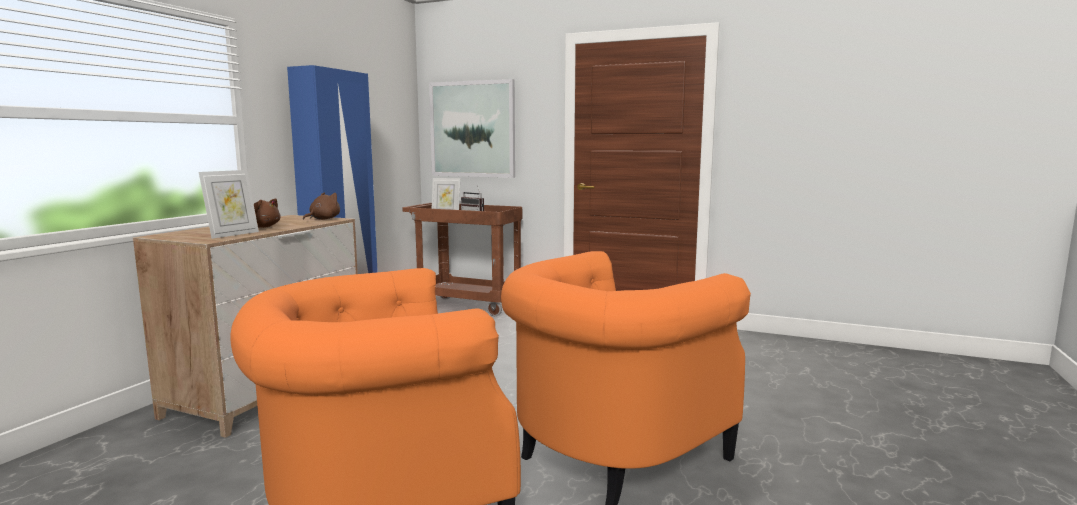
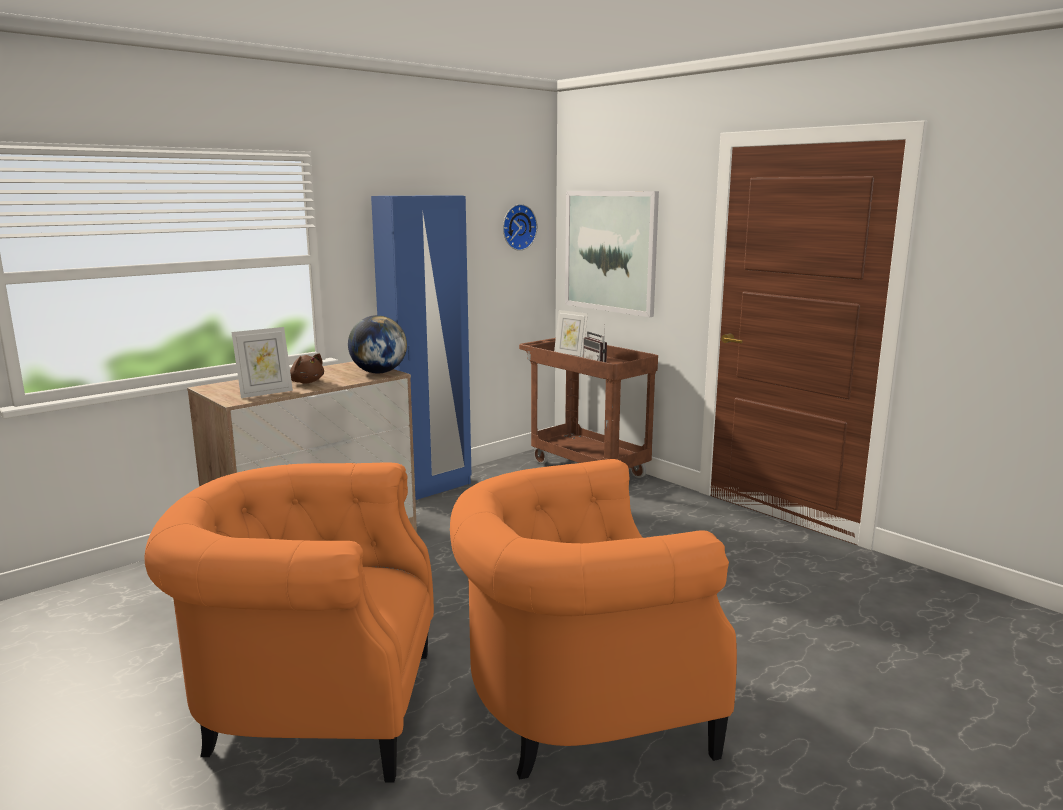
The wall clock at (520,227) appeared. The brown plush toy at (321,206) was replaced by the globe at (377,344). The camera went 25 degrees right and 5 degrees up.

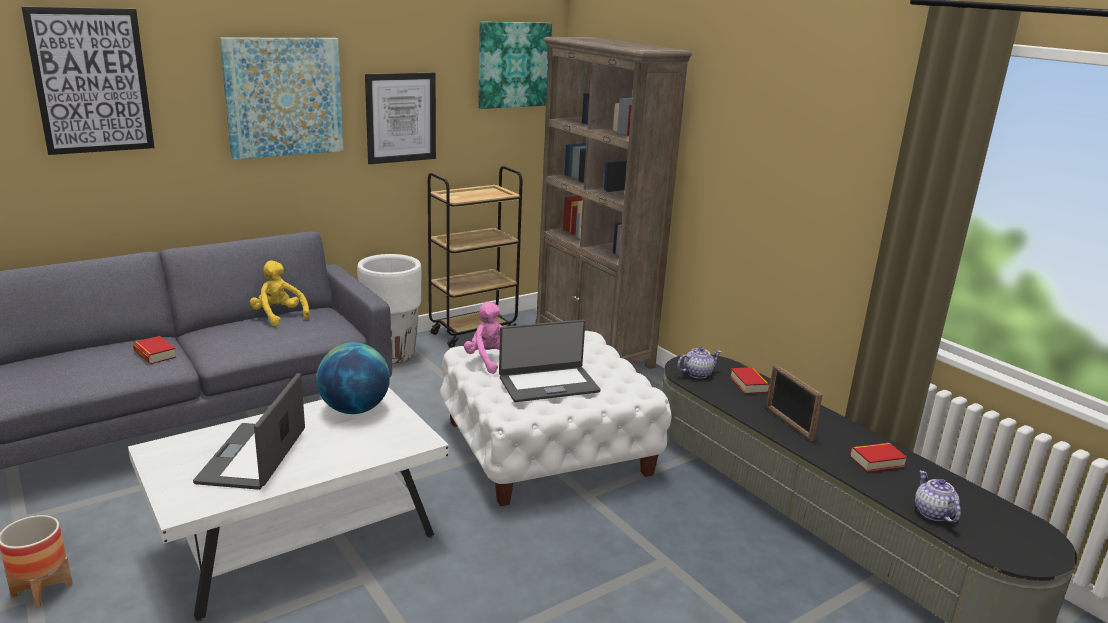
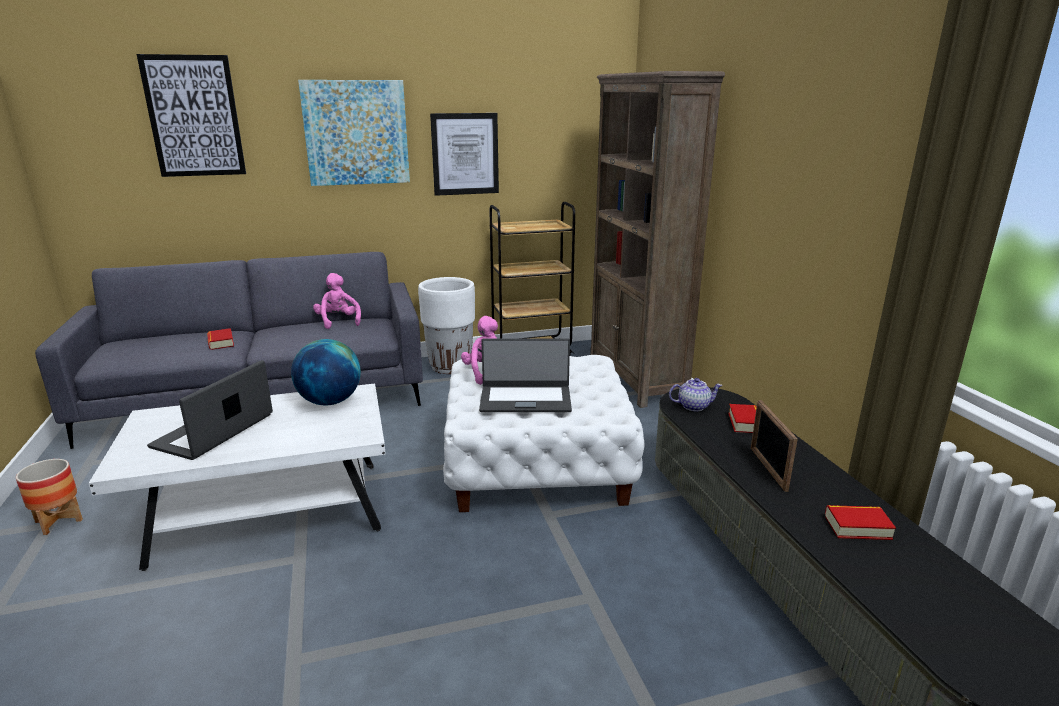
The picture at (515,65) disappeared. The teapot at (938,497) disappeared. The yellow plush toy at (280,293) became the pink plush toy at (337,301). The camera went 20 degrees right and 0 degrees up.

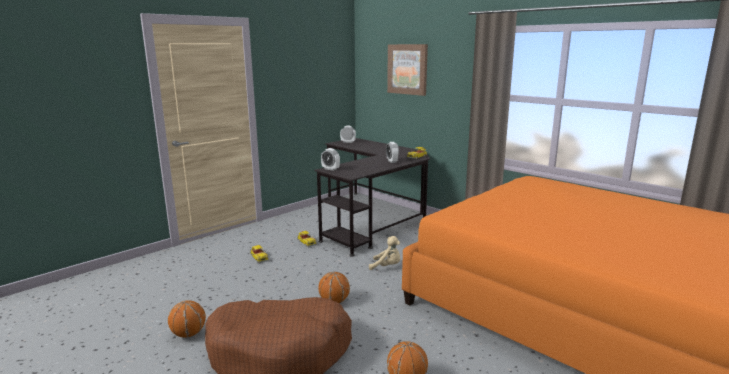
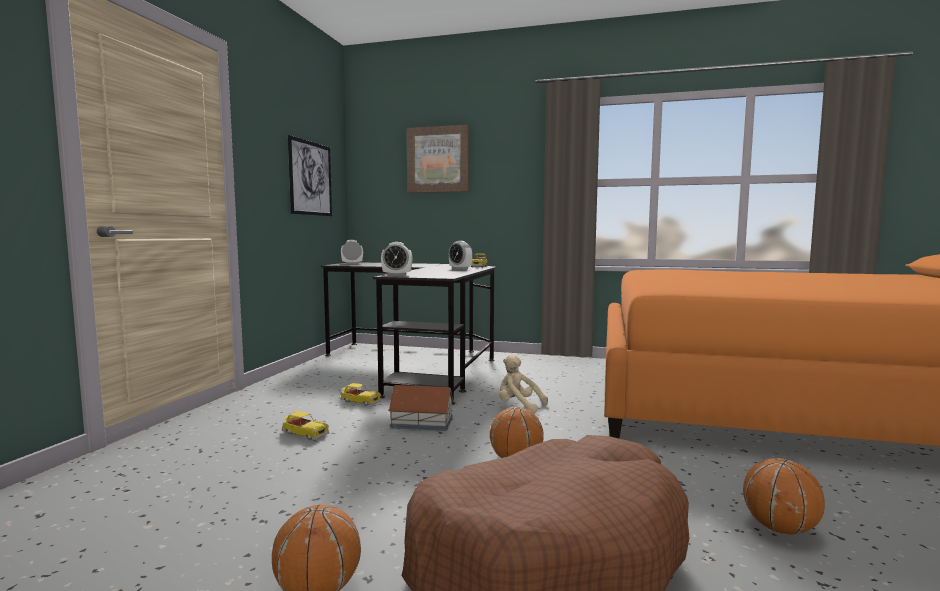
The picture at (310,175) appeared. The toy house at (421,408) appeared. The beige plush toy at (384,253) turned 135 degrees counterclockwise. The camera went 30 degrees left and 10 degrees down.

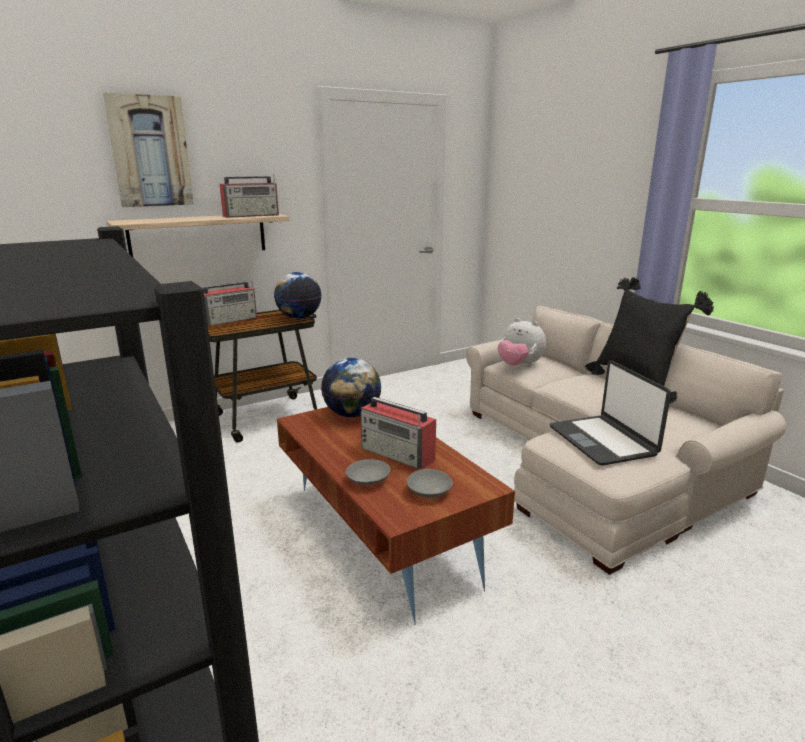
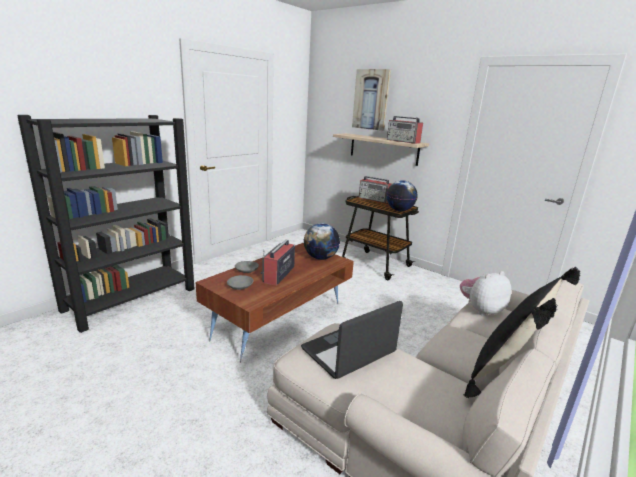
The plush toy at (522,342) turned 45 degrees clockwise. The camera went 70 degrees right and 0 degrees up.

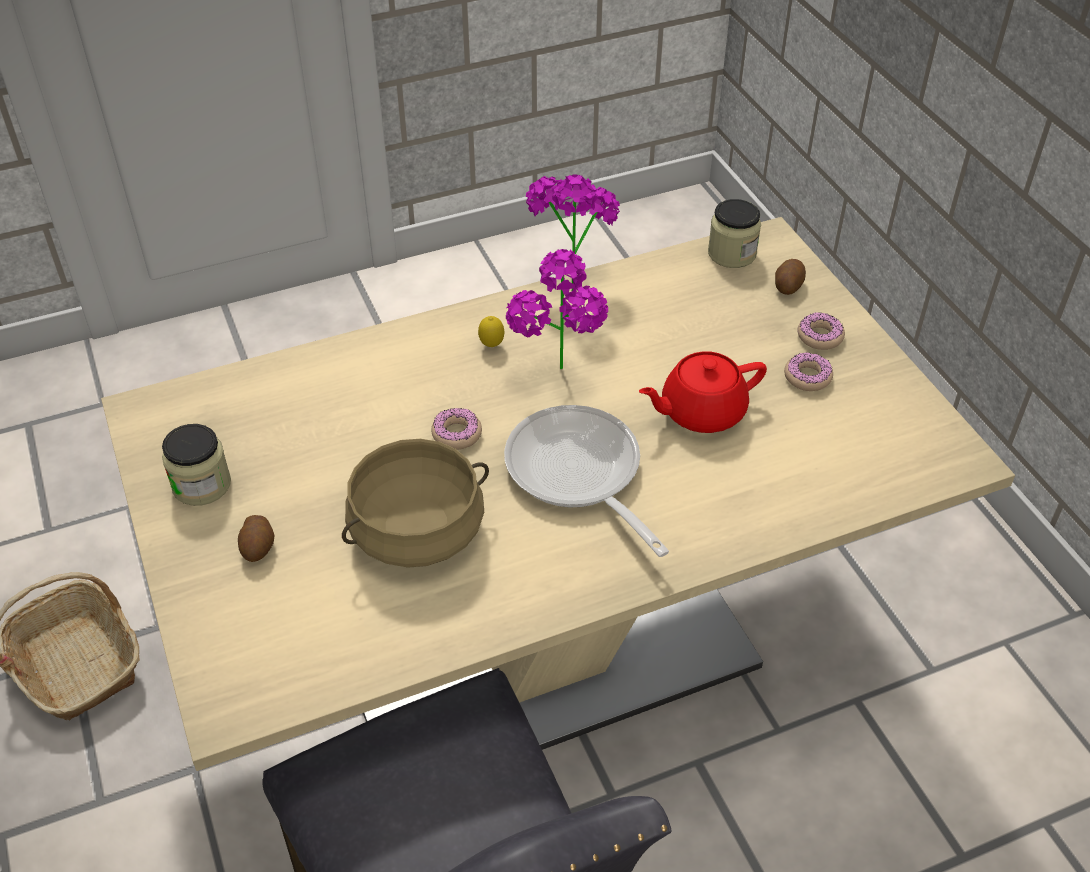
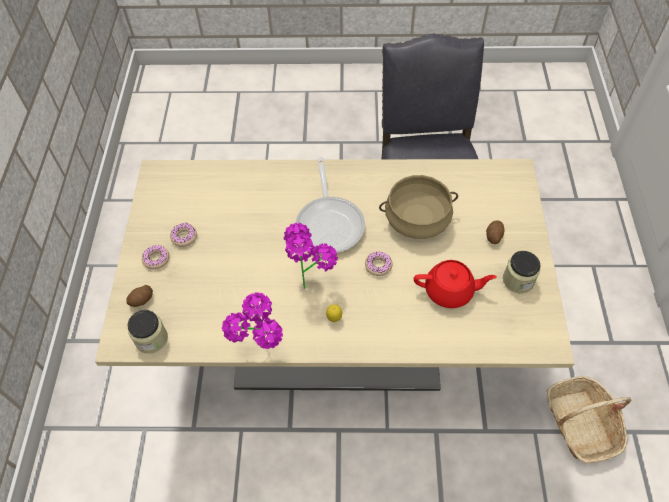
The red teapot moved from (703,392) to (455,284). The camera went 155 degrees left and 10 degrees up.

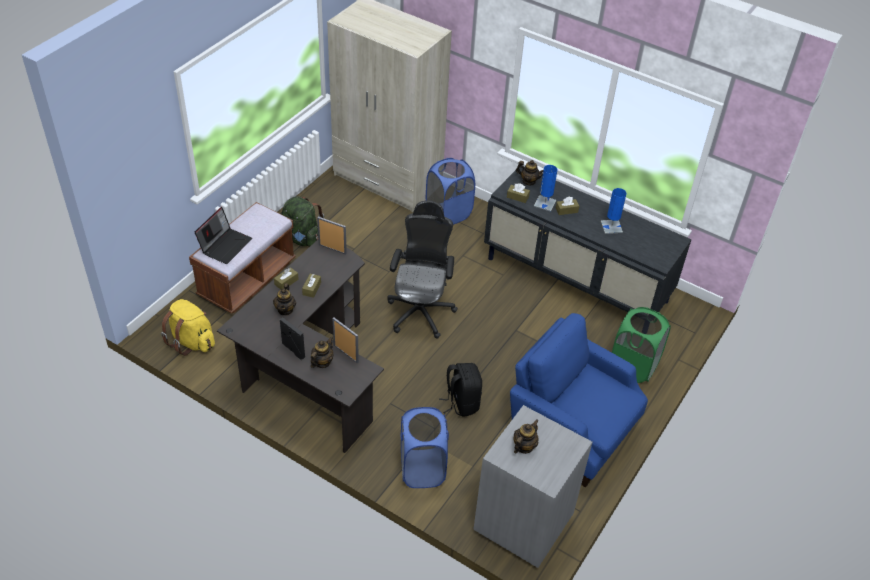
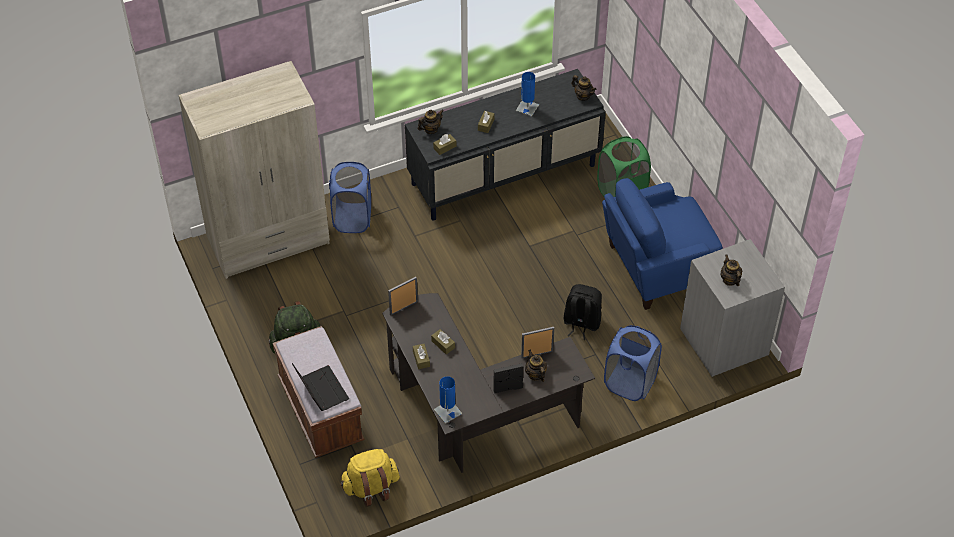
The office chair at (422,269) disappeared. The teapot moved from (284,299) to (583,88). The blue table lamp moved from (546,188) to (448,400). The camera went 55 degrees left and 5 degrees up.

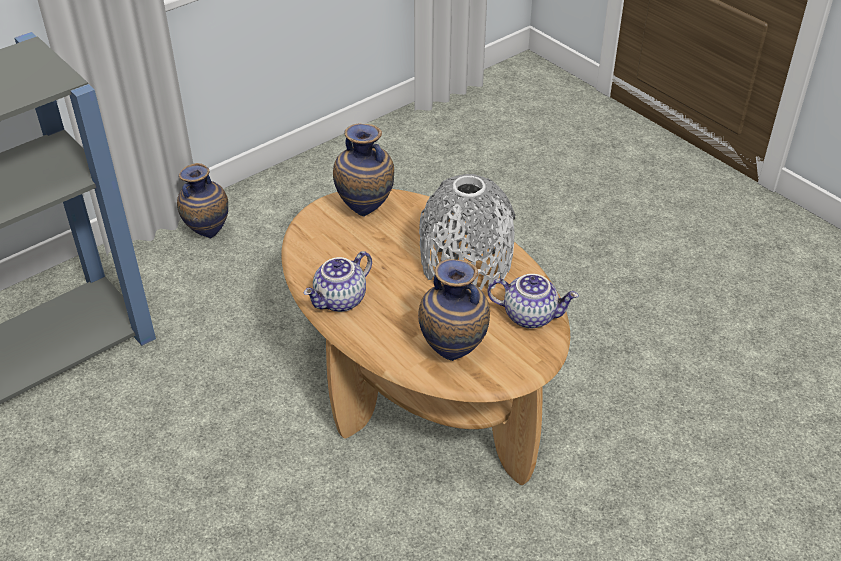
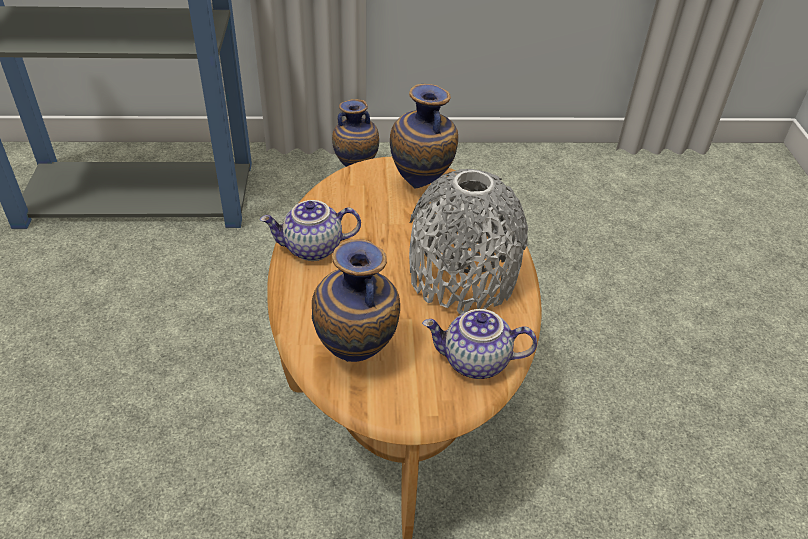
The teapot at (533,301) turned 135 degrees clockwise. The camera went 35 degrees right and 0 degrees up.

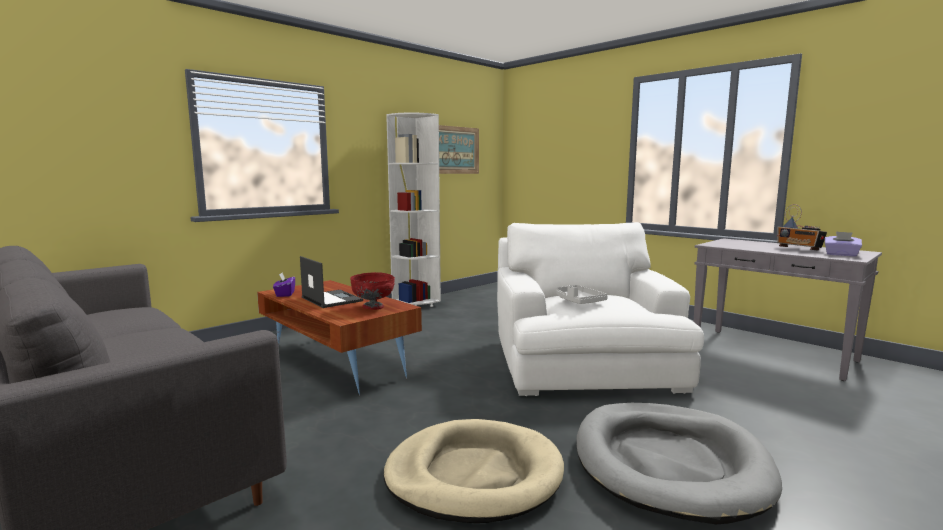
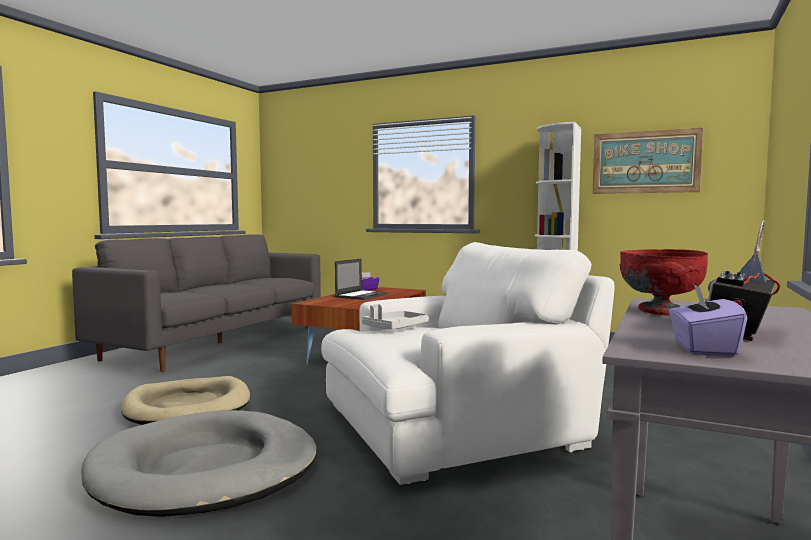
The red bowl moved from (372,291) to (664,282). The camera went 70 degrees right and 5 degrees down.

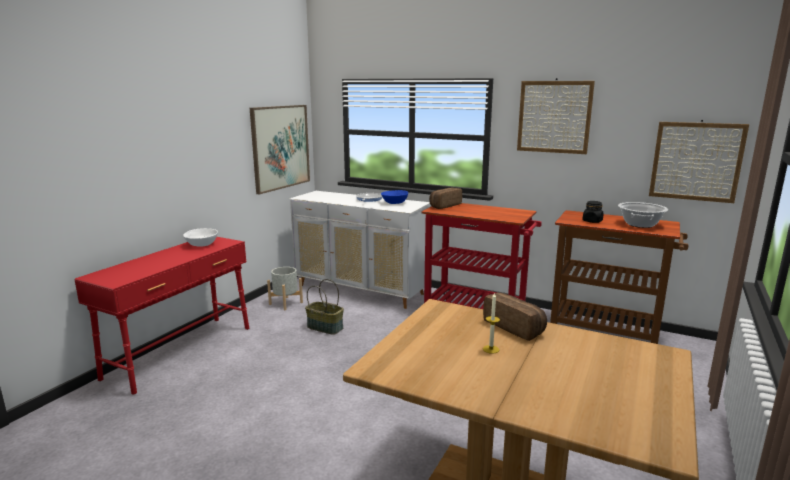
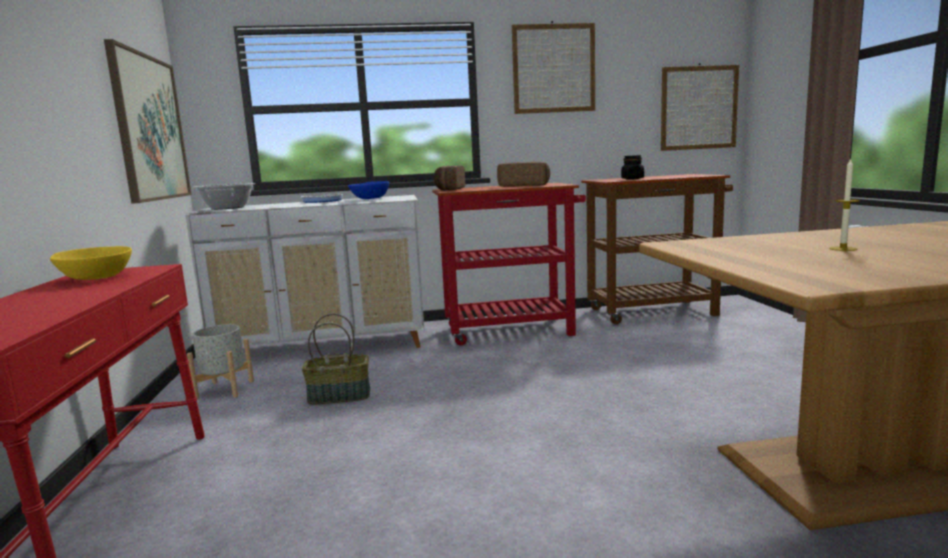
The bread moved from (515,316) to (523,174). The cooking pot moved from (643,215) to (224,196). The white bowl at (200,237) became the yellow bowl at (91,263). The camera went 35 degrees left and 5 degrees down.

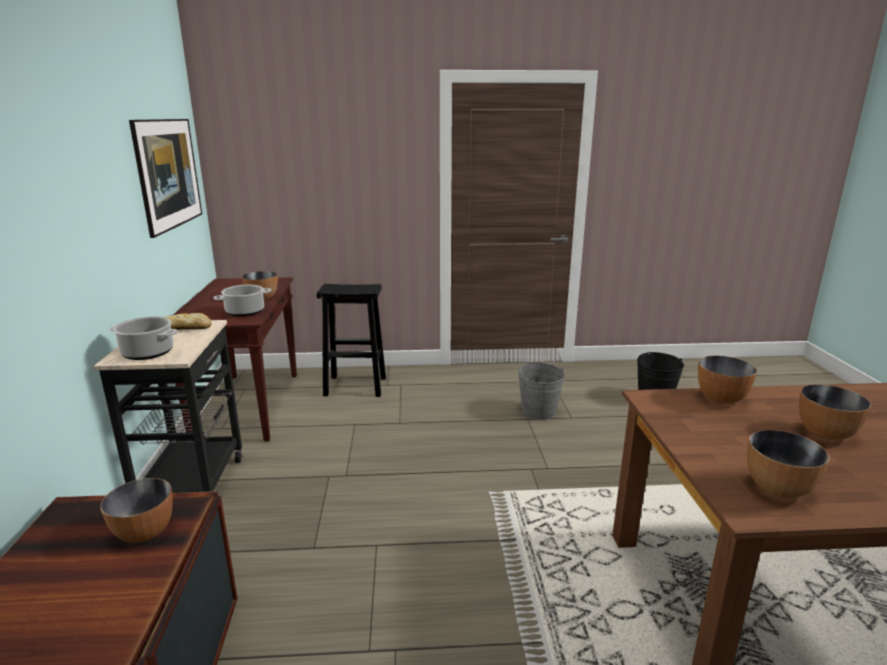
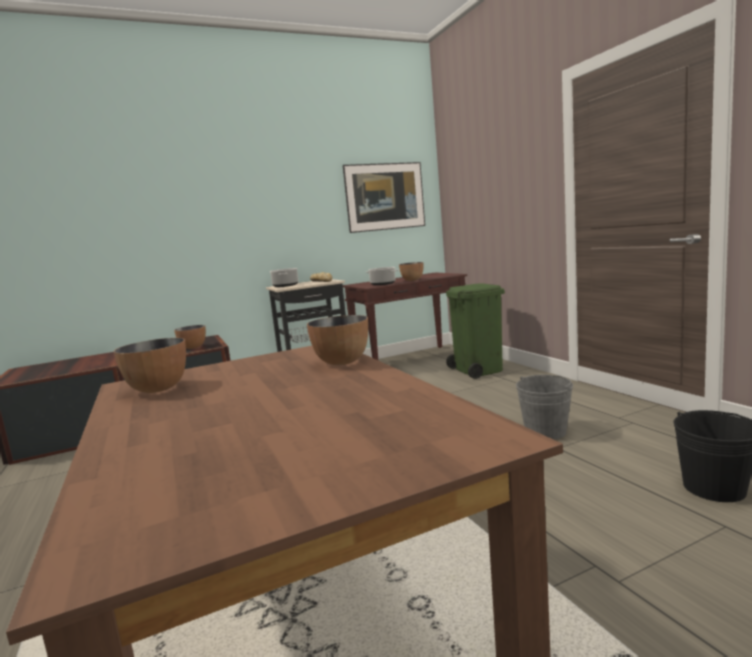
The bowl at (835,412) disappeared. The black stool at (351,340) was replaced by the green trash can at (475,331). The camera went 70 degrees right and 10 degrees down.

